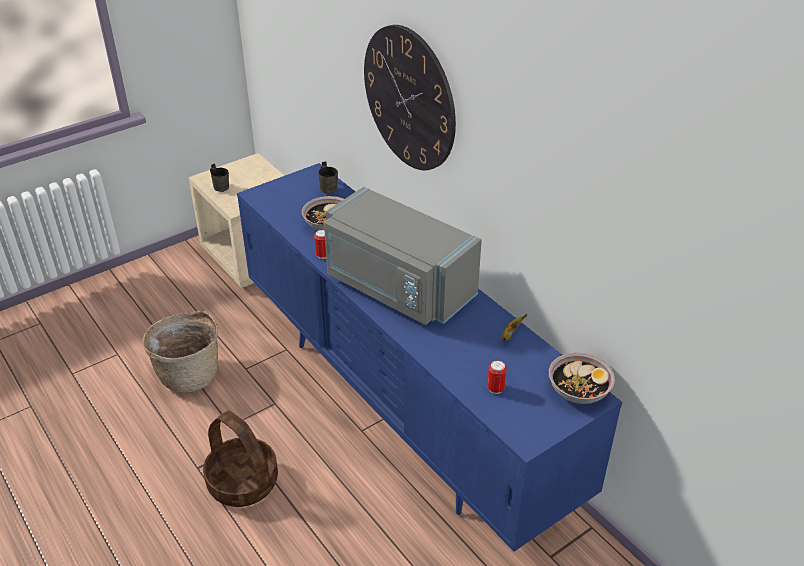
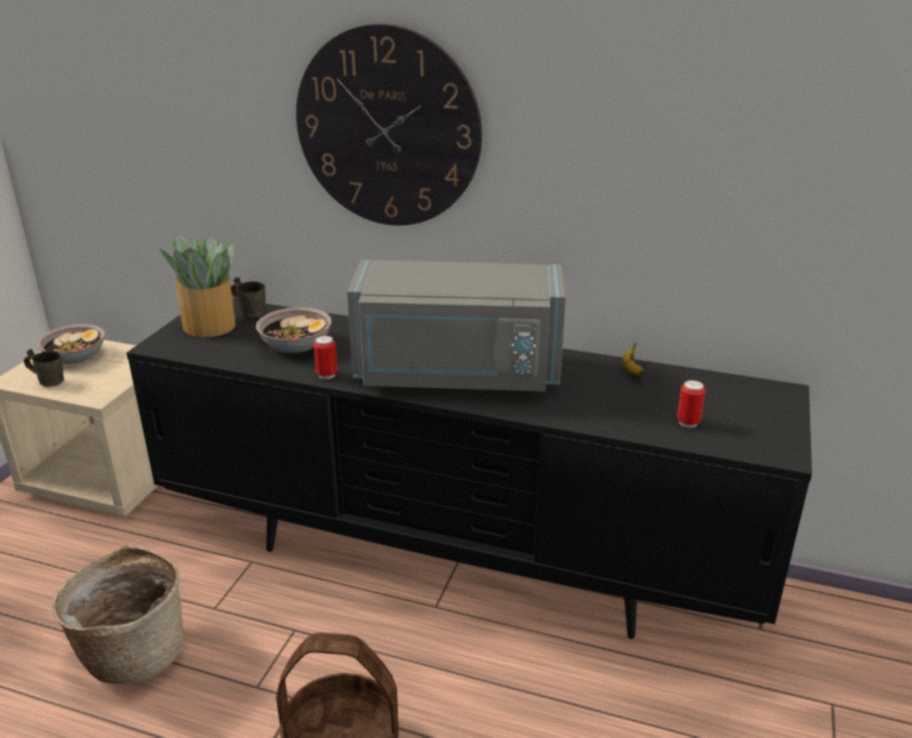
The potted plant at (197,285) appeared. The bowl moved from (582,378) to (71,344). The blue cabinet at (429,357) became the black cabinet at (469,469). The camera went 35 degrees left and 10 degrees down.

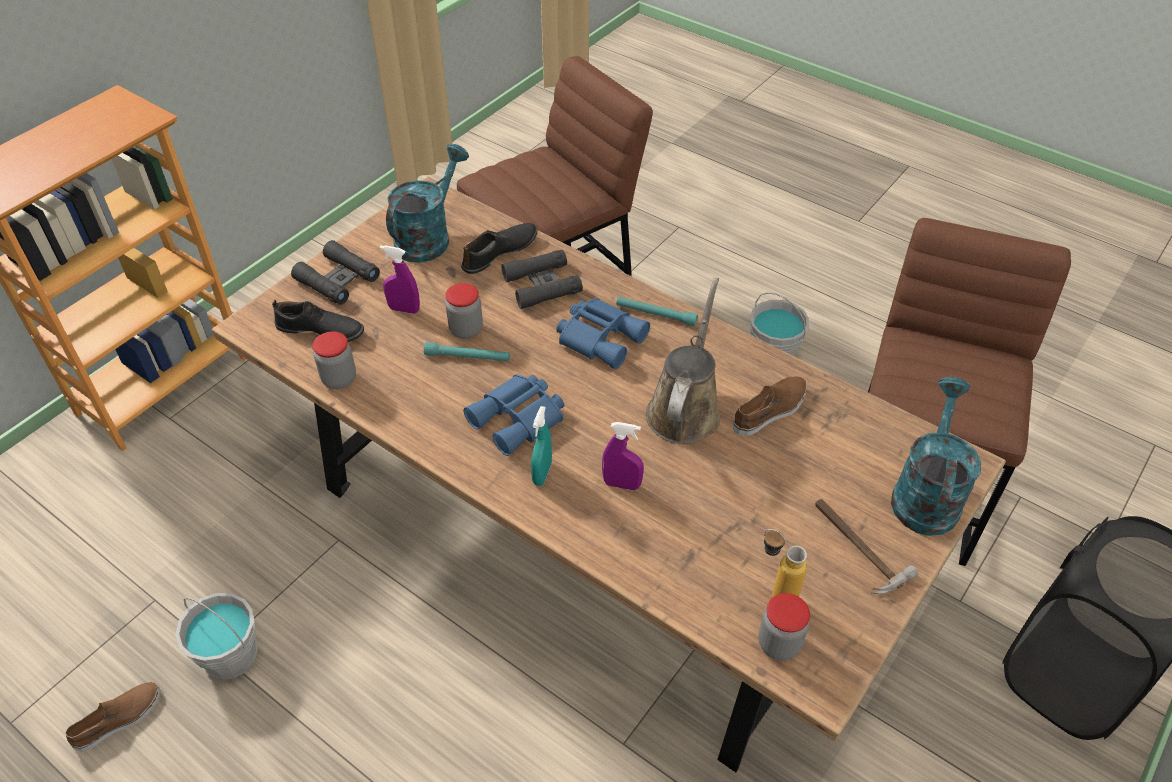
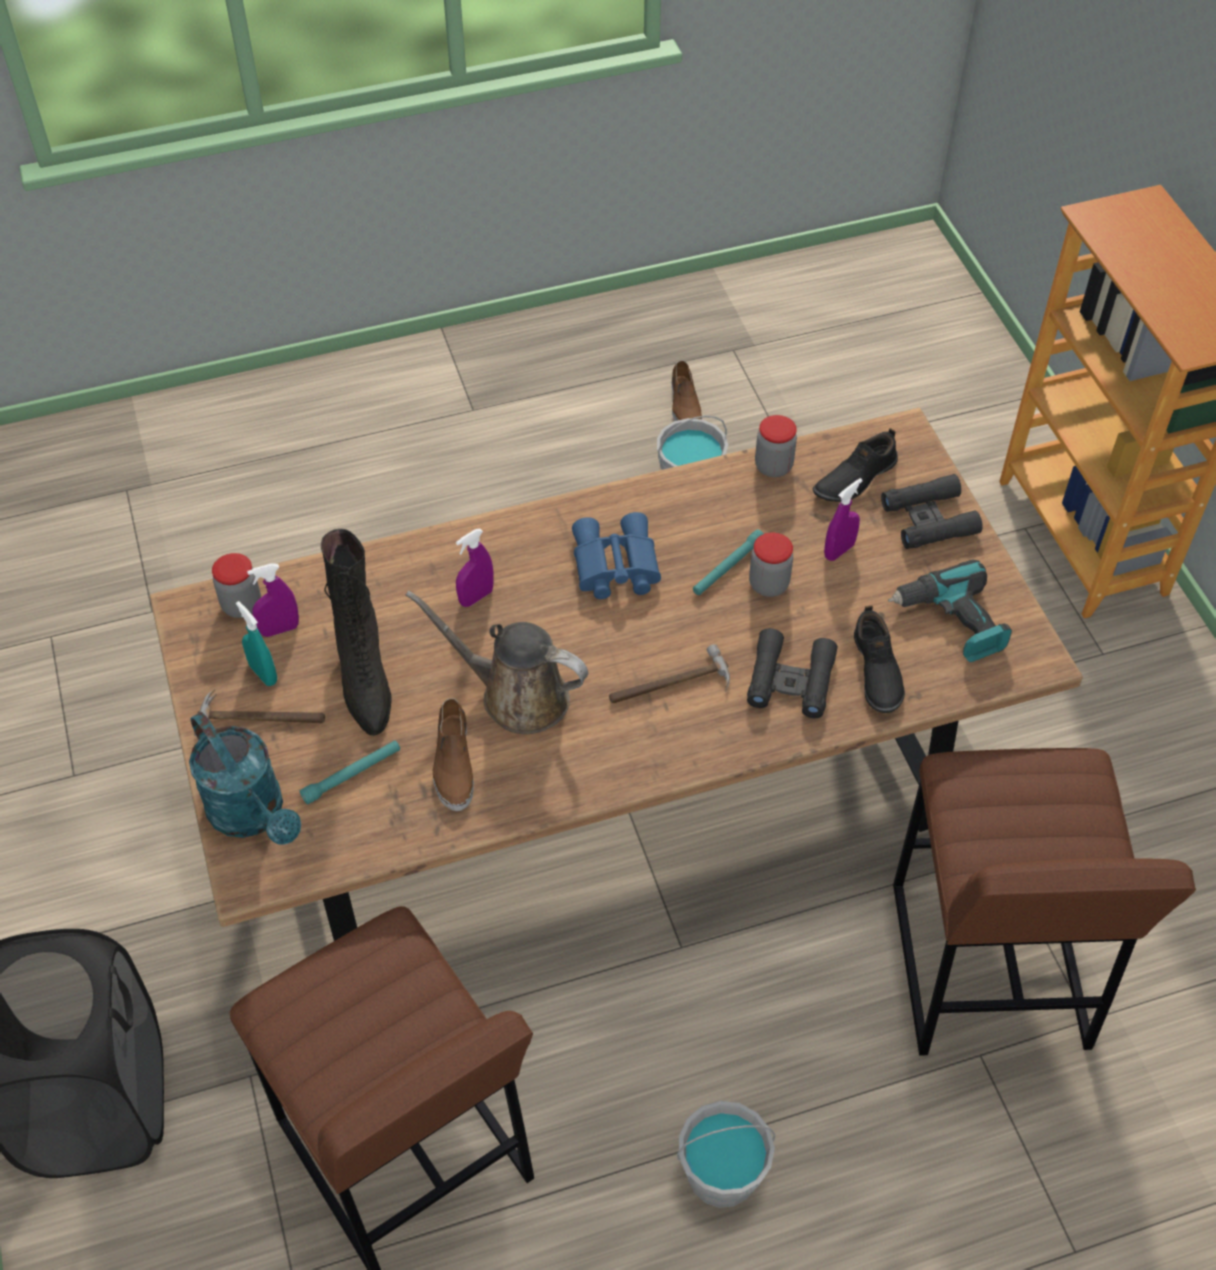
The black boot at (356,632) appeared. The turquoise spray bottle moved from (541,446) to (256,643). The turquoise flashlight moved from (657,311) to (350,772). The turquoise watering can at (427,203) was replaced by the power drill at (950,610). The blue binoculars at (603,333) was replaced by the hammer at (669,673). The bottle at (785,563) was replaced by the purple spray bottle at (273,600). The brown watering can at (683,360) turned 150 degrees clockwise. The camera went 125 degrees right and 5 degrees up.

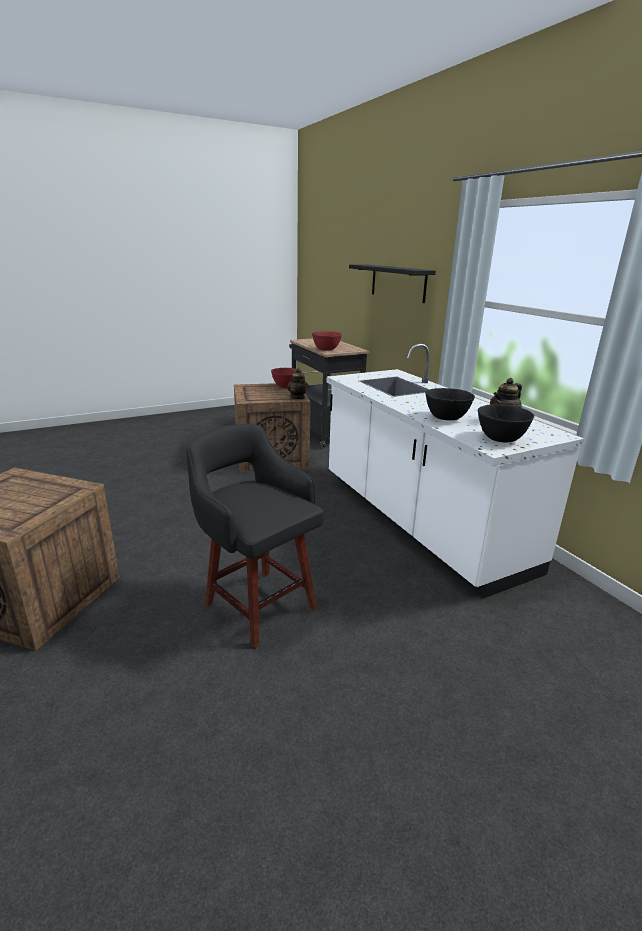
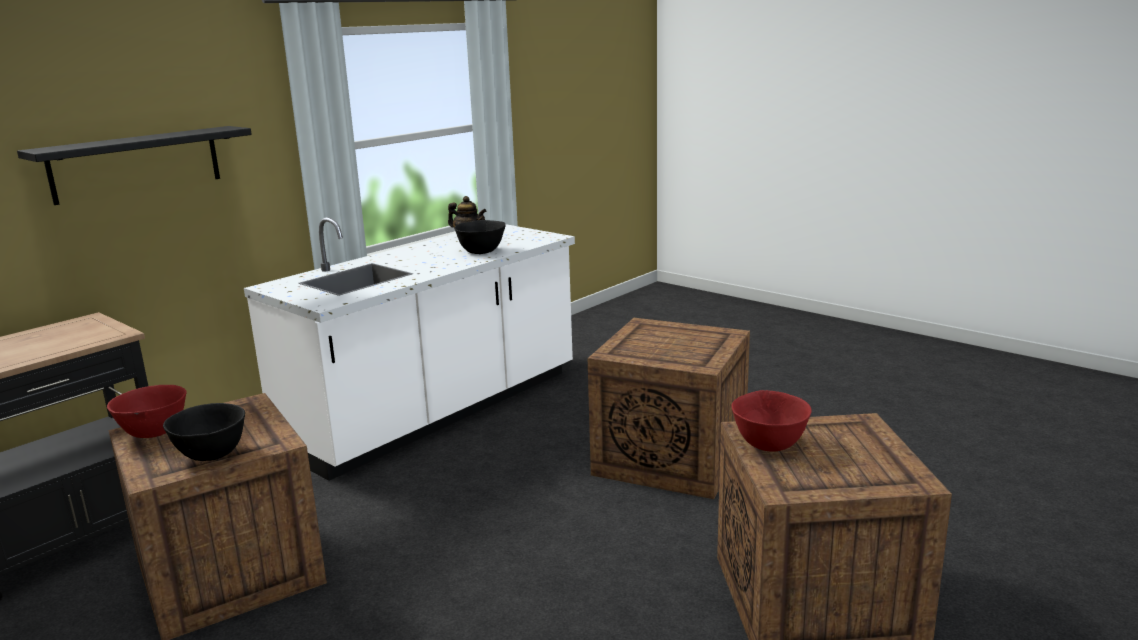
The teapot at (298,383) disappeared. The red bowl moved from (327,341) to (771,421). The black bowl moved from (506,423) to (204,432). The black stool at (255,536) was replaced by the crate at (669,408). The camera went 110 degrees left and 5 degrees down.

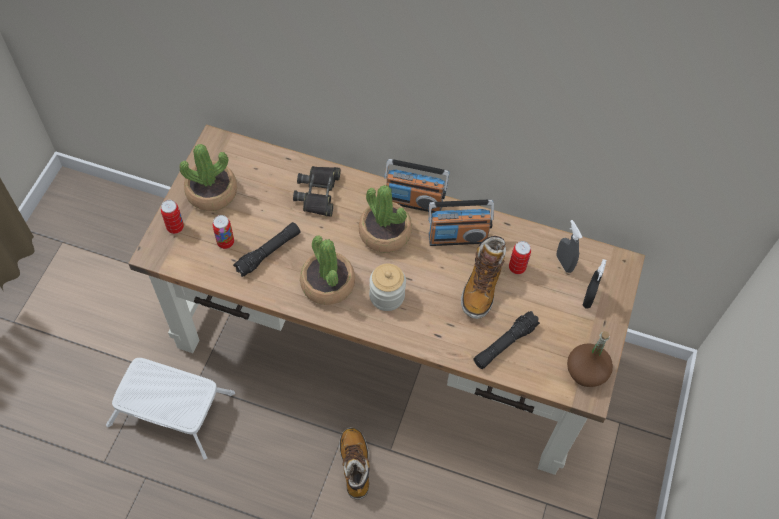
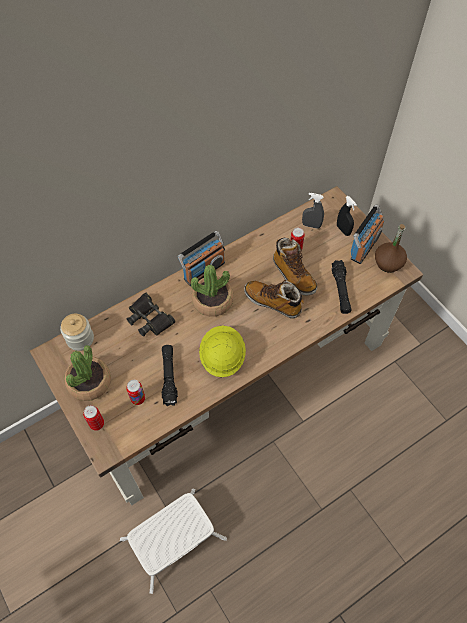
The boot moved from (354,464) to (274,299). The jar moved from (387,287) to (77,332). The radio moved from (461,223) to (367,234). The potted plant at (327,270) was replaced by the yellow hard hat at (222,351). The camera went 50 degrees left and 0 degrees up.

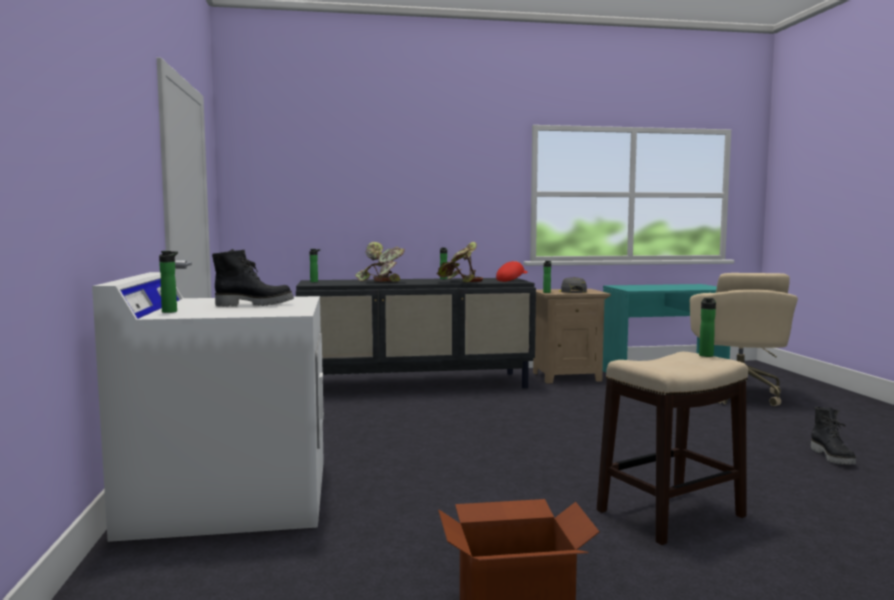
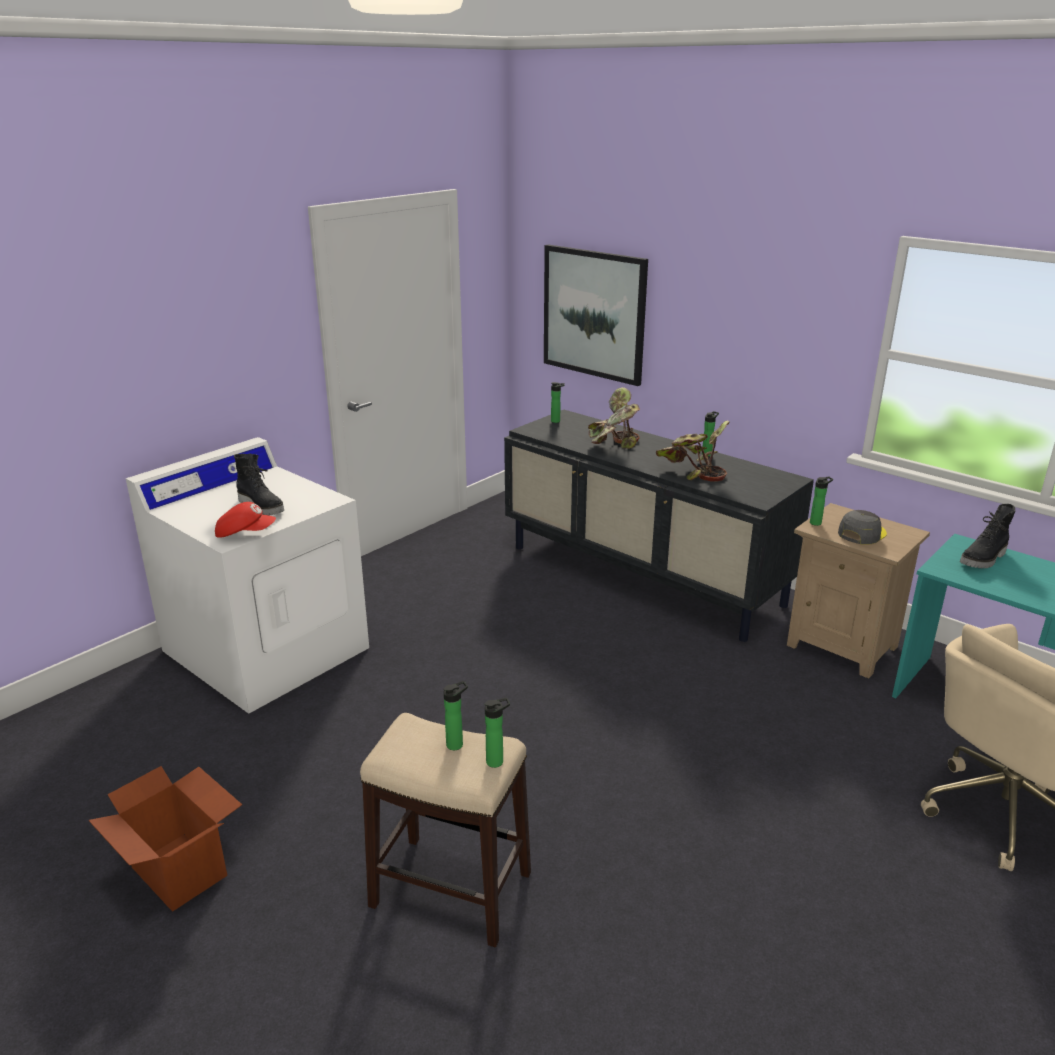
The picture at (596,315) appeared. The bottle moved from (168,282) to (455,715). The red cap moved from (512,271) to (245,520). The black boot moved from (833,435) to (987,536). The camera went 50 degrees right and 20 degrees up.

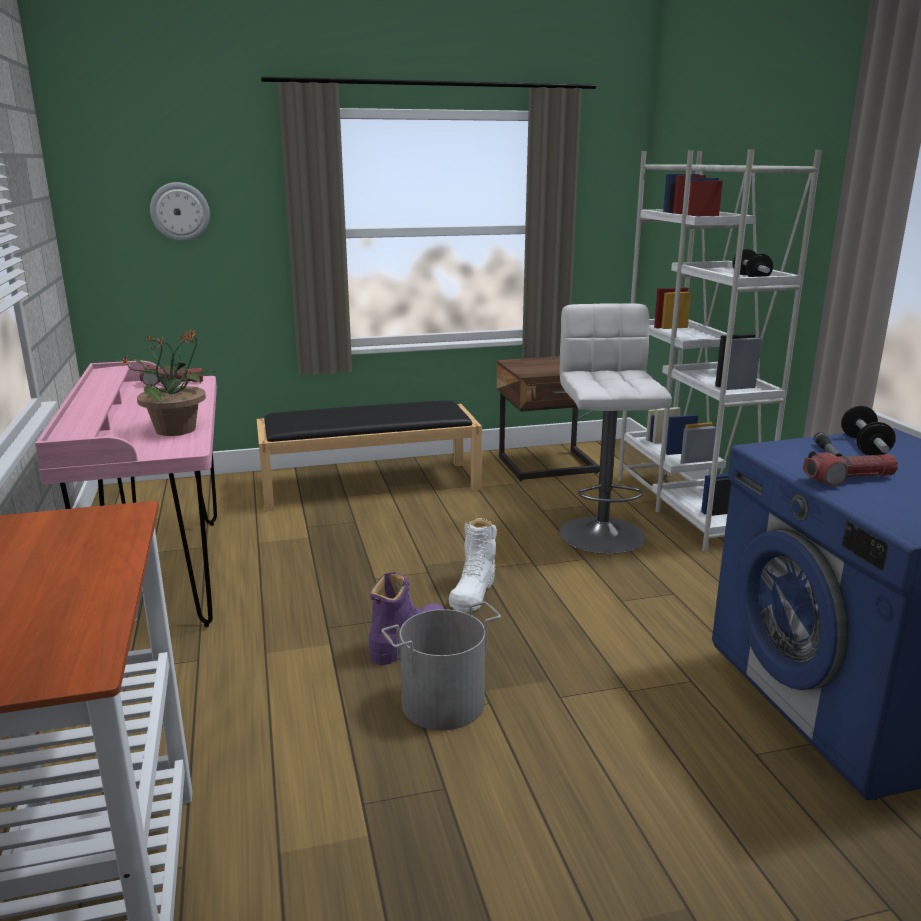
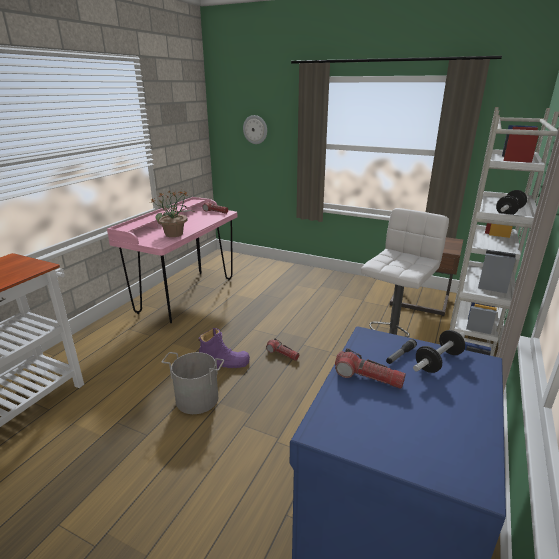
The black bench at (369,455) disappeared. The white boot at (473,565) was replaced by the flashlight at (282,349). The camera went 40 degrees right and 5 degrees up.

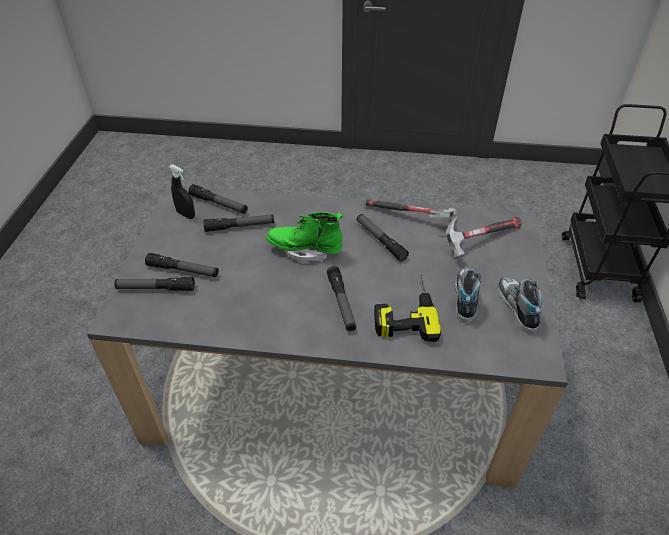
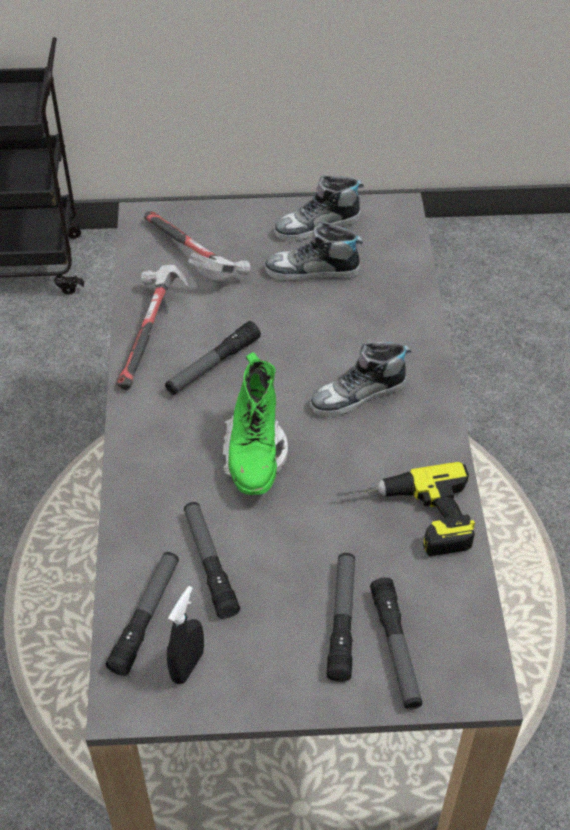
The power drill moved from (407,308) to (406,509). The flashlight at (341,298) was replaced by the shoe at (360,380). The camera went 100 degrees left and 5 degrees up.

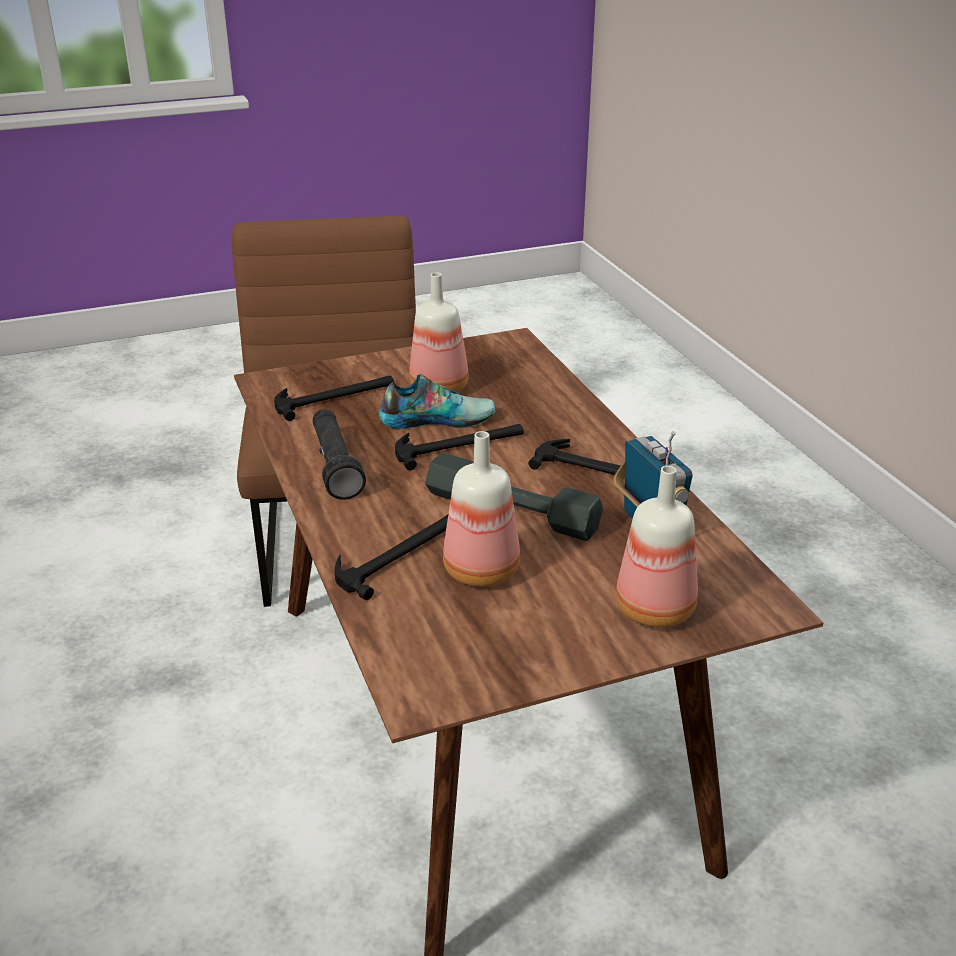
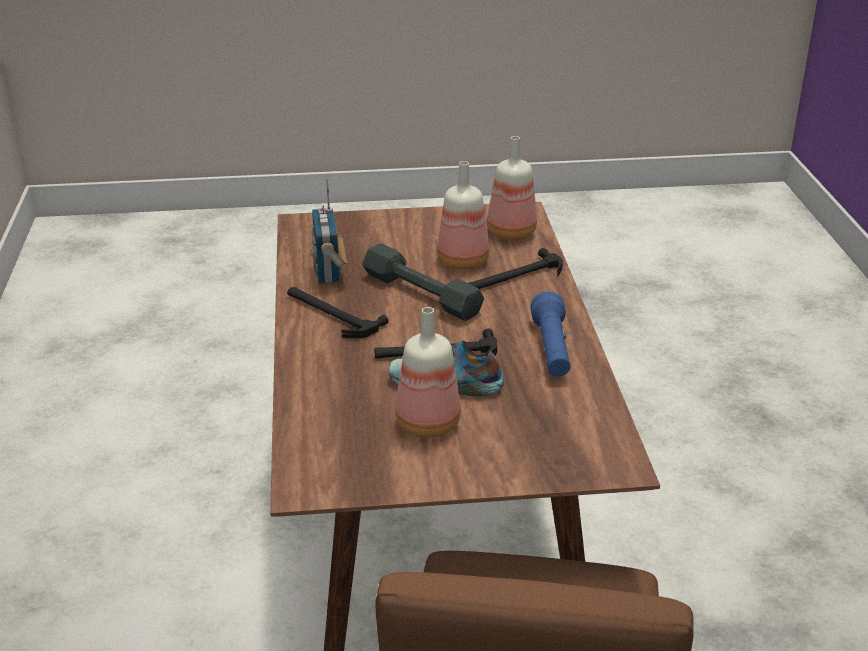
The hammer at (334,398) disappeared. The bottle moved from (657,546) to (512,188). The black flashlight at (339,454) became the blue flashlight at (550,334). The camera went 165 degrees left and 0 degrees up.

